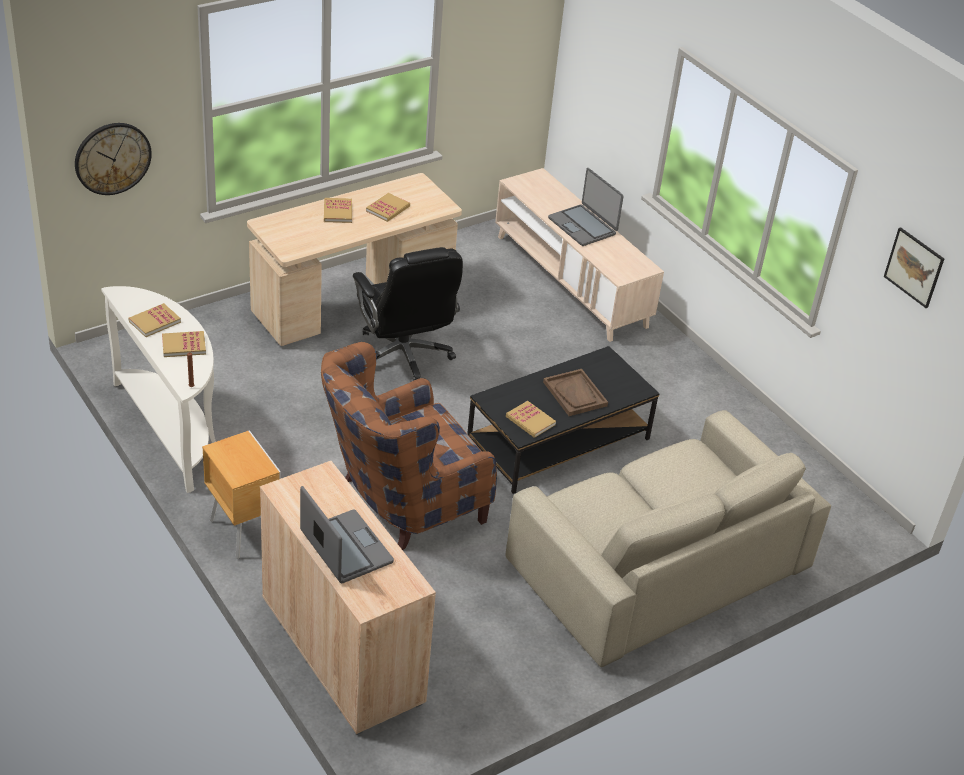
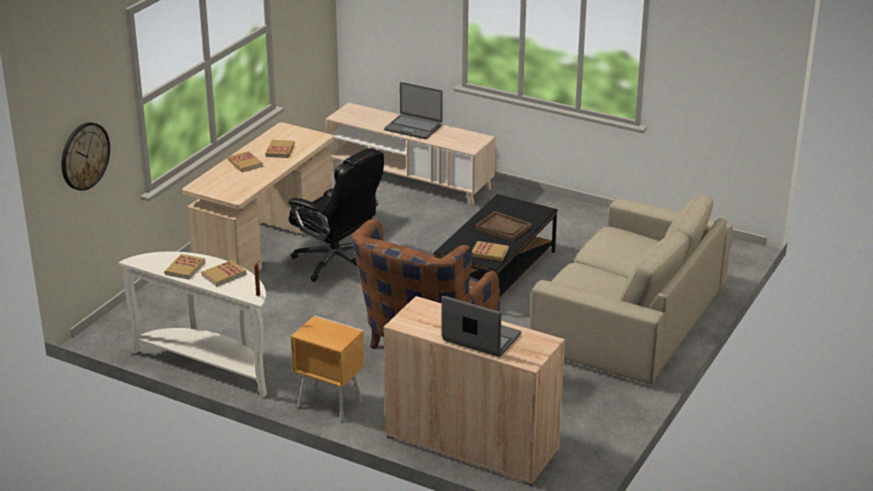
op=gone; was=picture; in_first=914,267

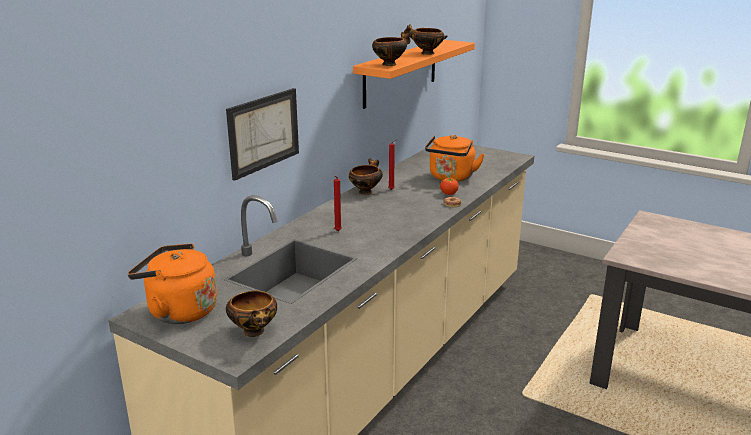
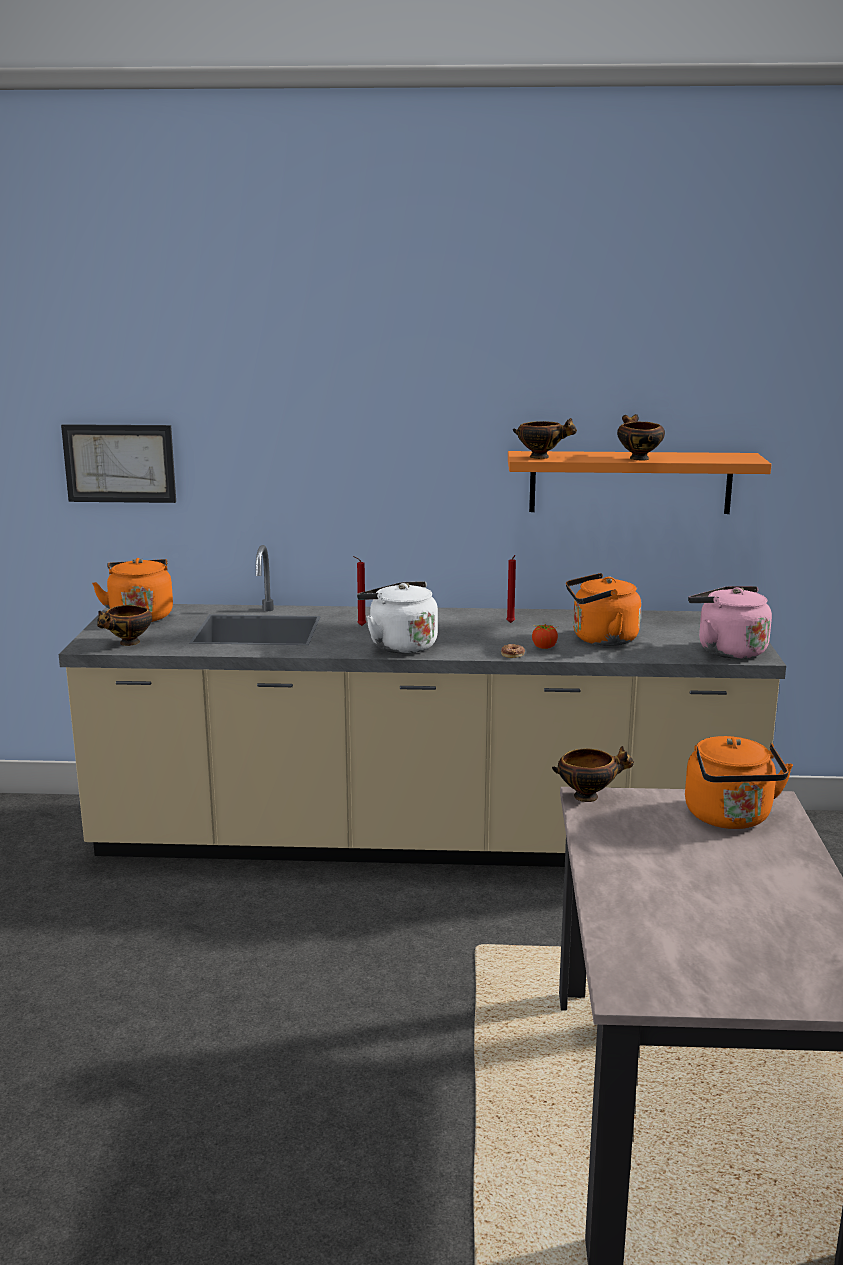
op=new; now=white kettle; in_second=399,645
op=new; now=orange kettle; in_second=730,818
op=new; now=pink kettle; in_second=727,650
op=shifted; was=picture; in_first=263,132; in_second=119,463
op=shifted; was=bowl; in_first=365,191; in_second=588,796

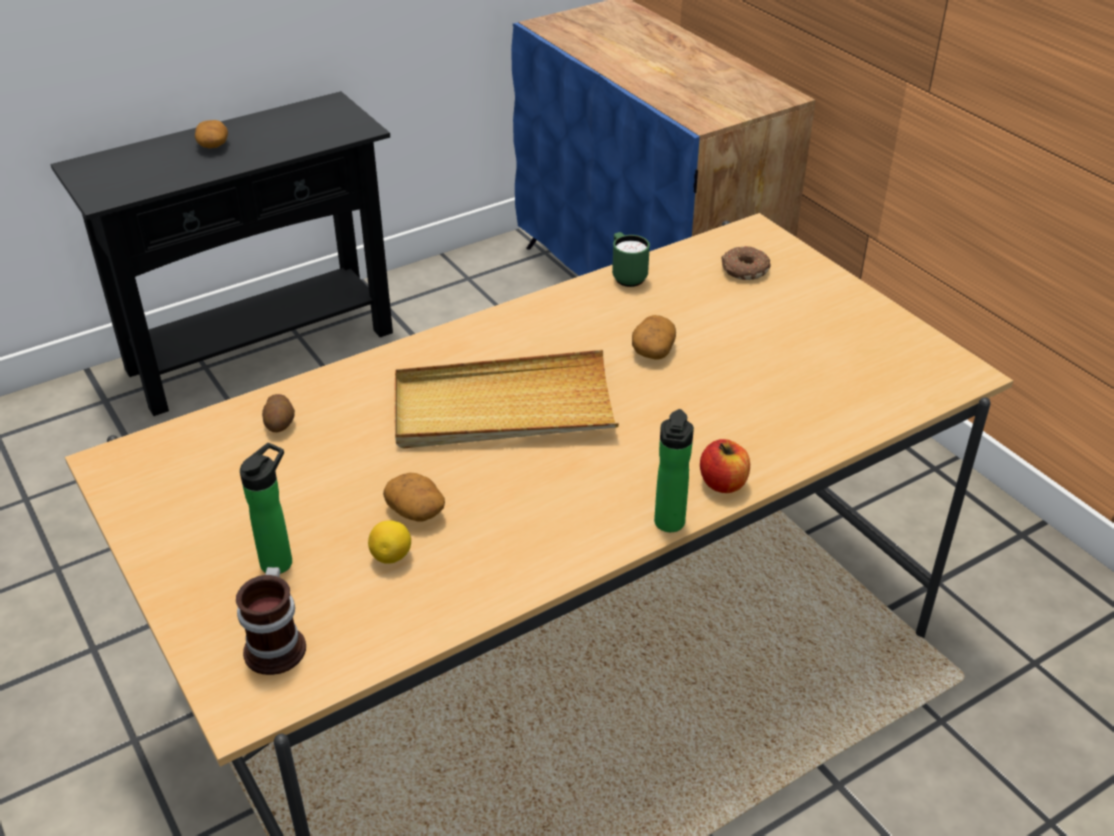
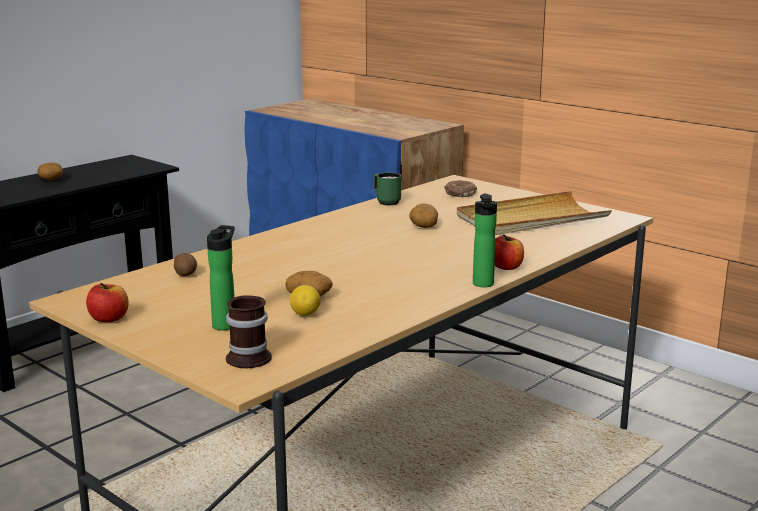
op=new; now=apple; in_second=109,319
op=shifted; was=beige tray; in_first=503,408; in_second=531,219

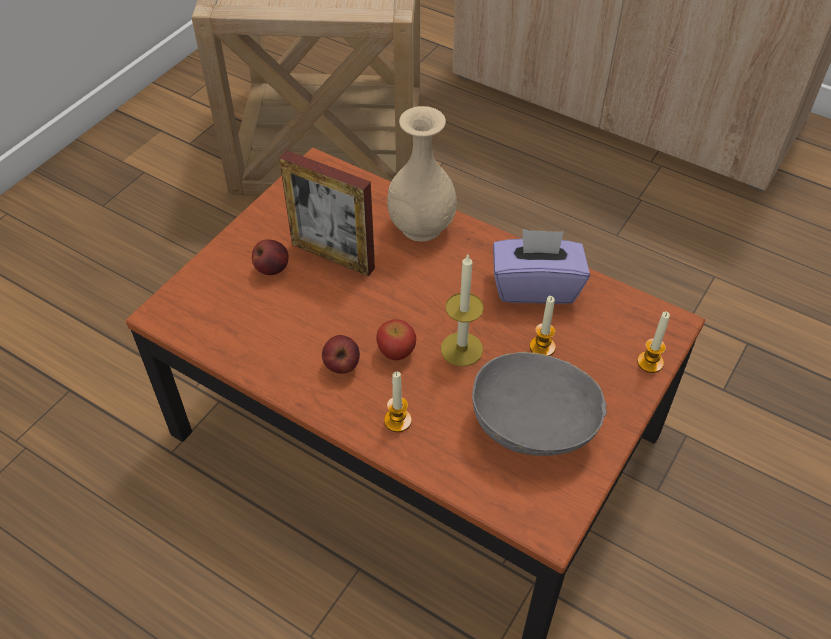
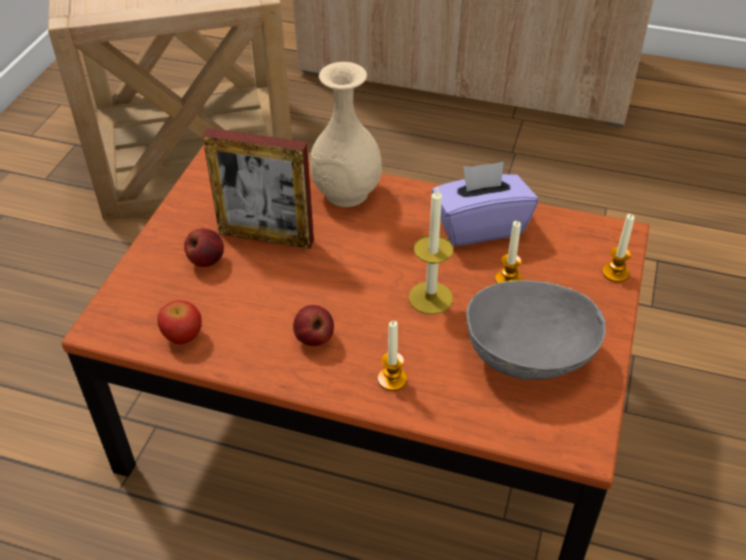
op=shifted; was=apple; in_first=396,352; in_second=183,336

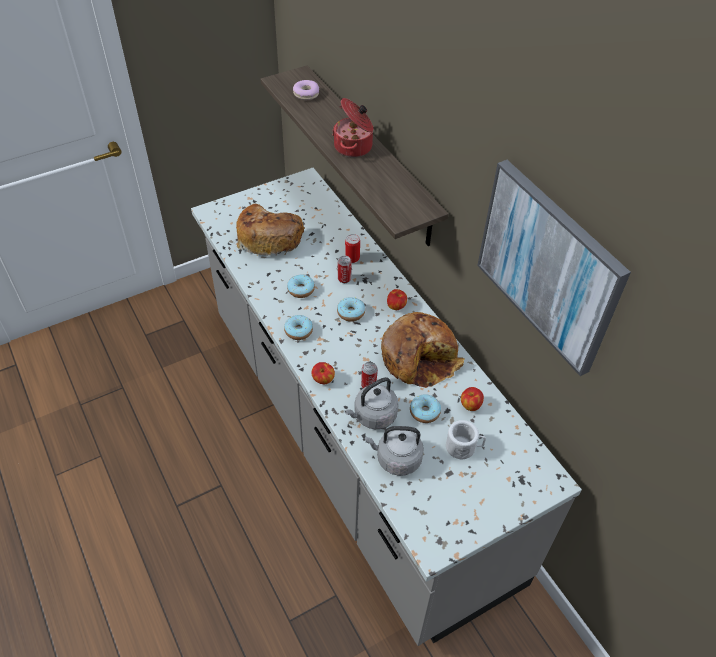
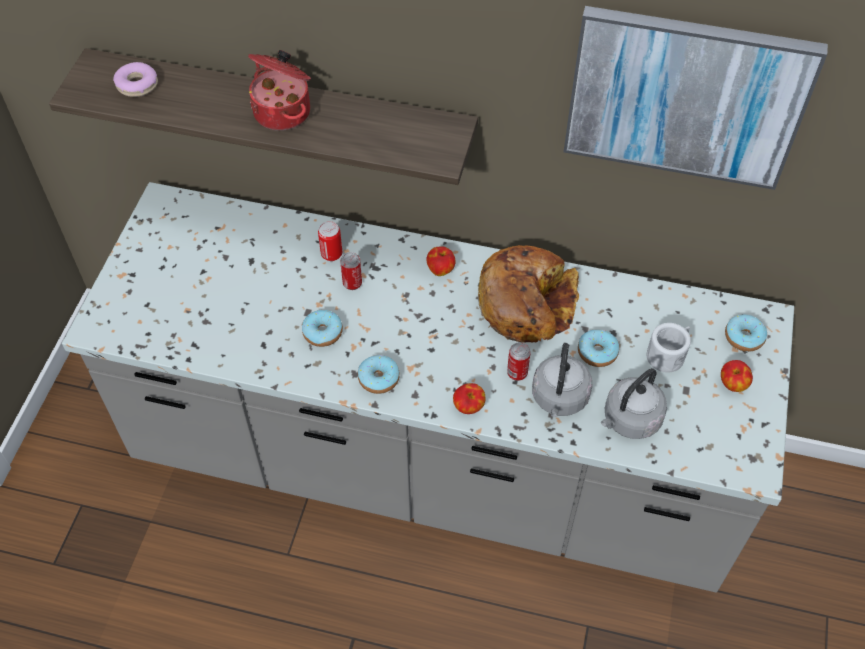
op=gone; was=bread; in_first=269,237
op=shifted; was=donut; in_first=351,313; in_second=743,337
op=shifted; was=apple; in_first=470,405; in_second=732,384

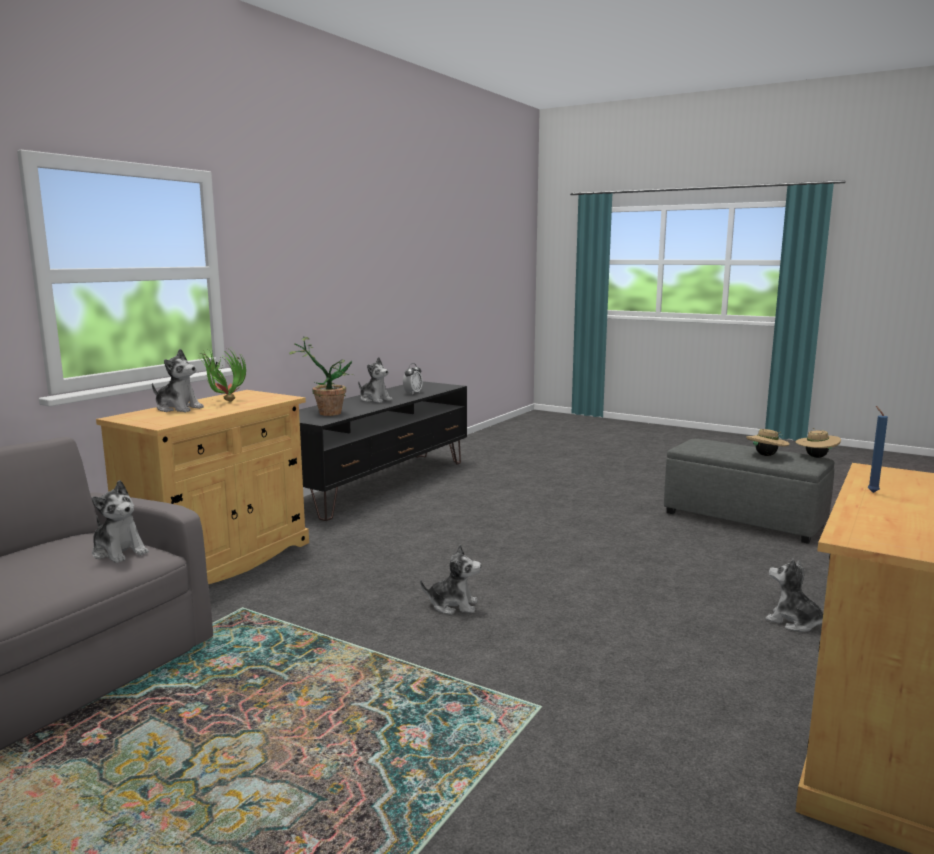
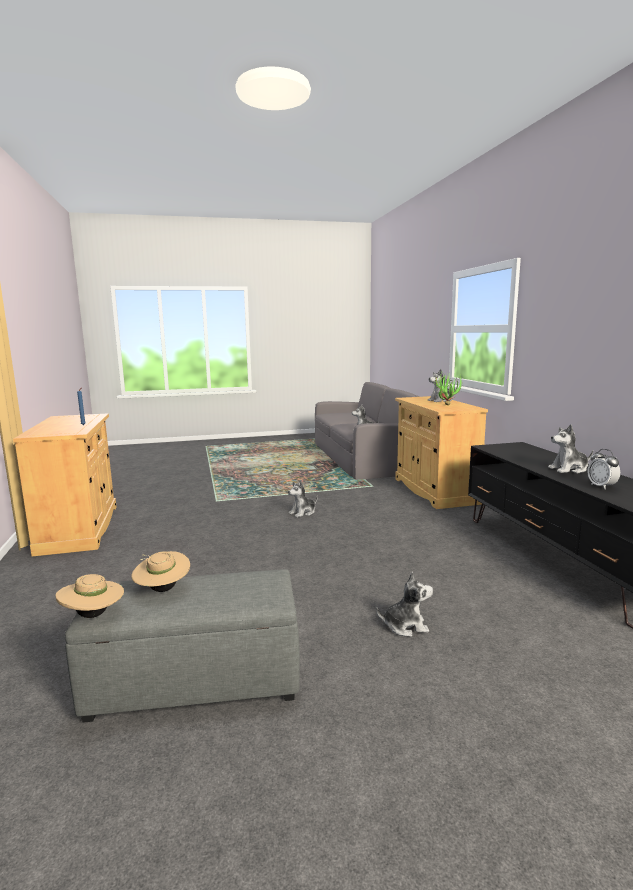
op=gone; was=potted plant; in_first=325,413
op=shifted; was=plush toy; in_first=794,622; in_second=405,626

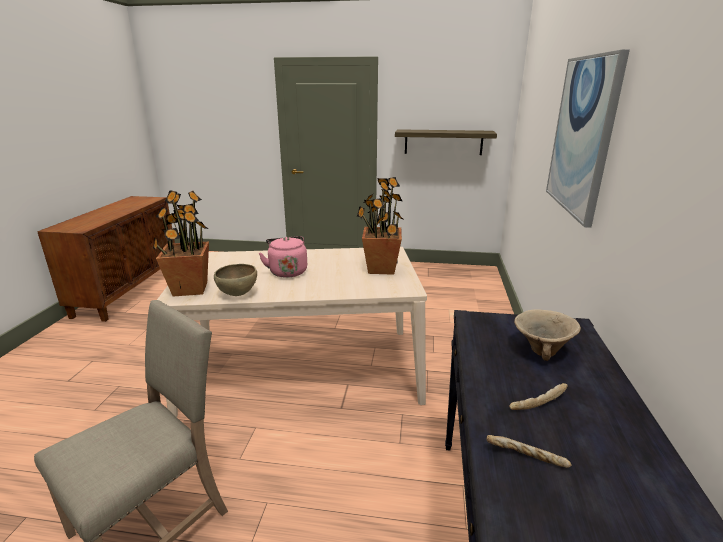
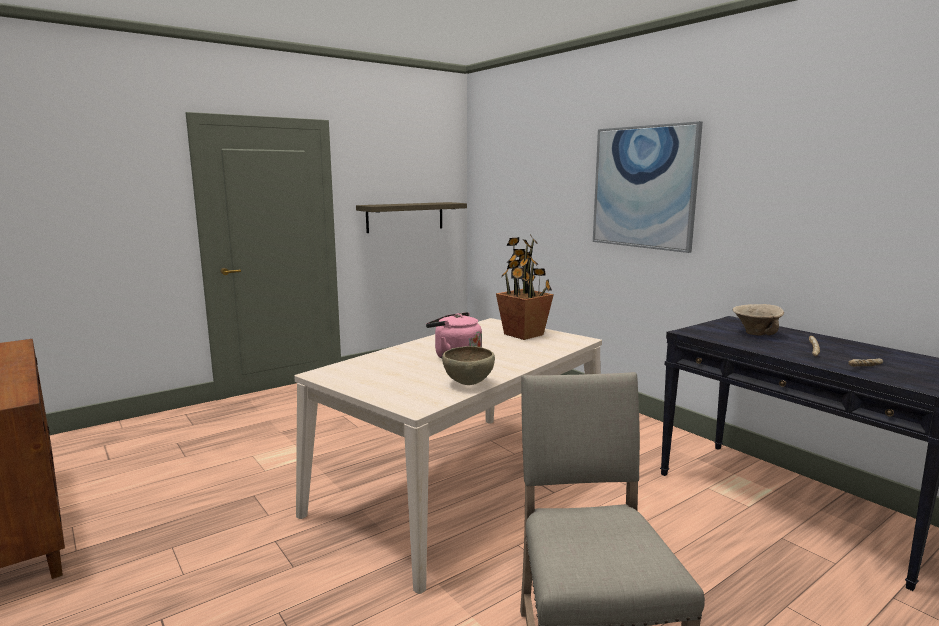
op=gone; was=potted plant; in_first=190,289

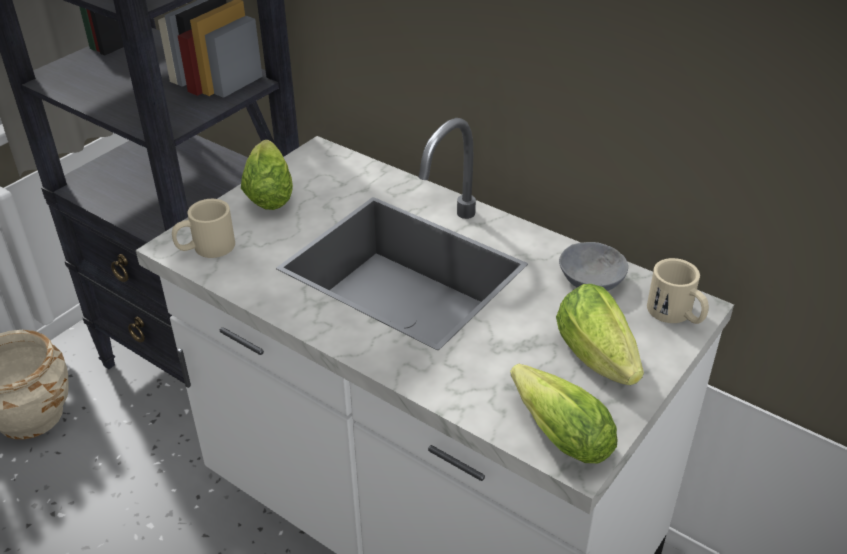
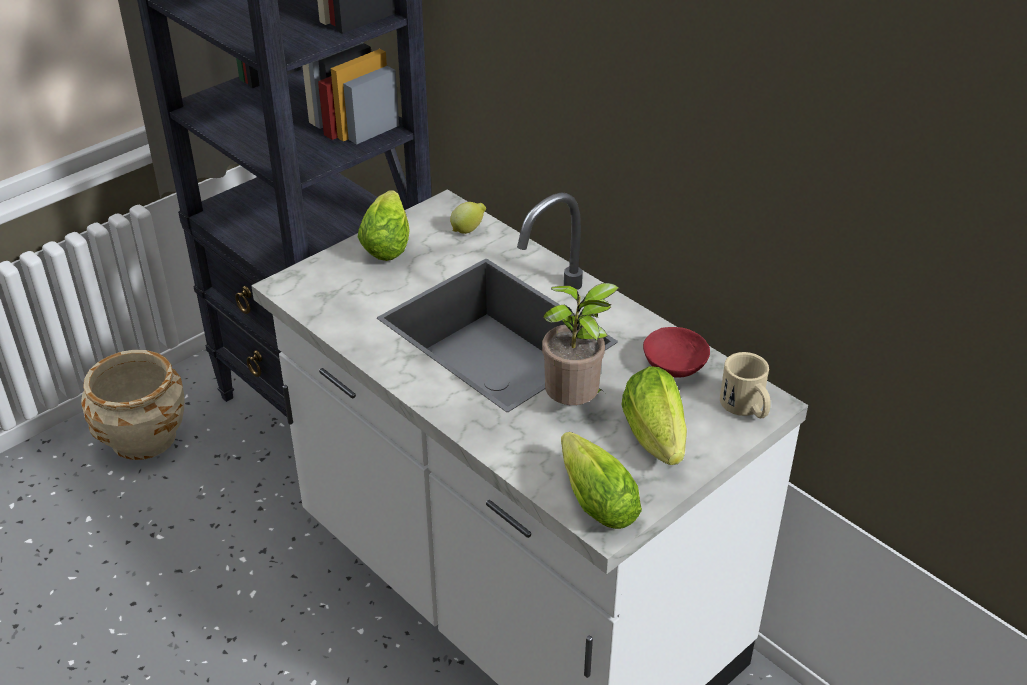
op=gone; was=beige mug; in_first=205,248
op=new; now=lemon; in_second=468,230
op=new; now=potted plant; in_second=575,404
op=repainted; was=grey bowl; now=red bowl; in_first=588,280; in_second=672,364

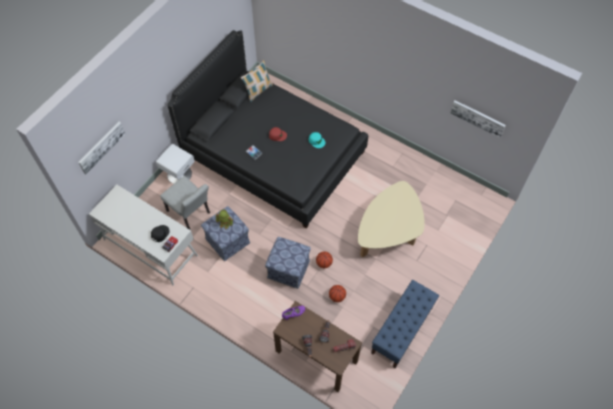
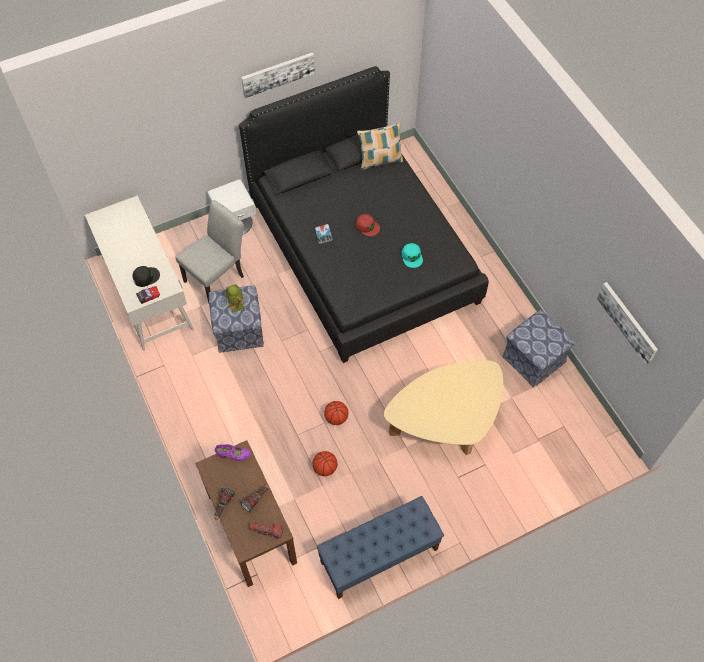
op=shifted; was=picture; in_first=101,147; in_second=277,74
op=shifted; was=ottoman; in_first=289,269; in_second=534,359
op=rotated; was=grey chair; in_first=190,214; in_second=218,276; clockwise=-120

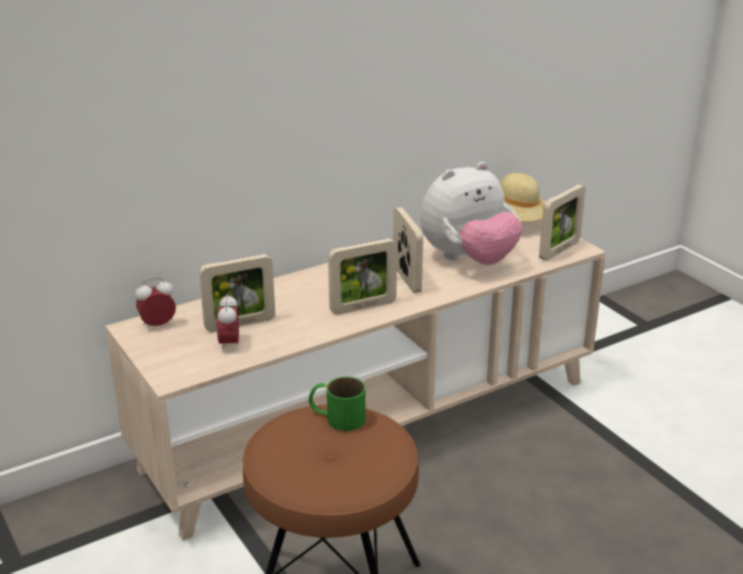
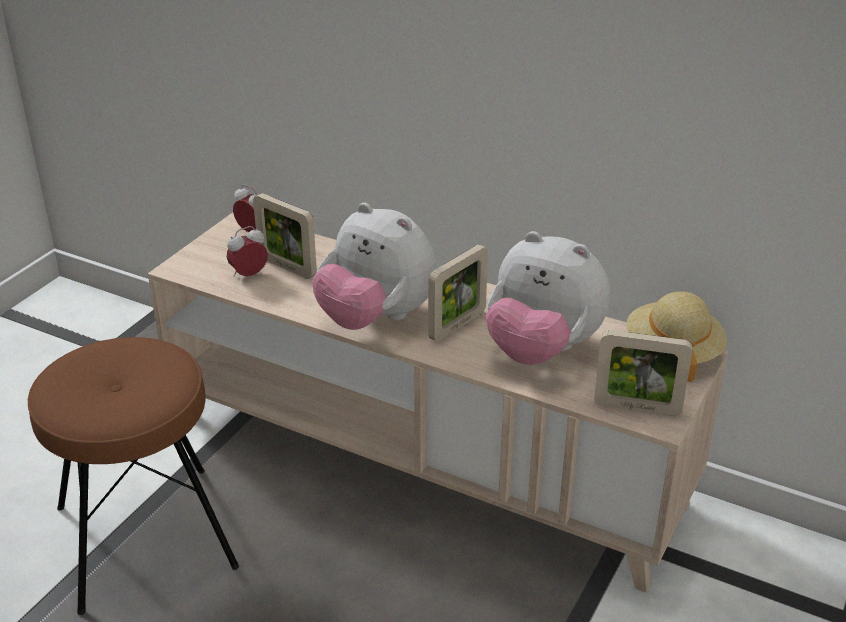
op=gone; was=green mug; in_first=336,417
op=swapped; was=picture frame; now=plush toy; in_first=363,307; in_second=376,318

